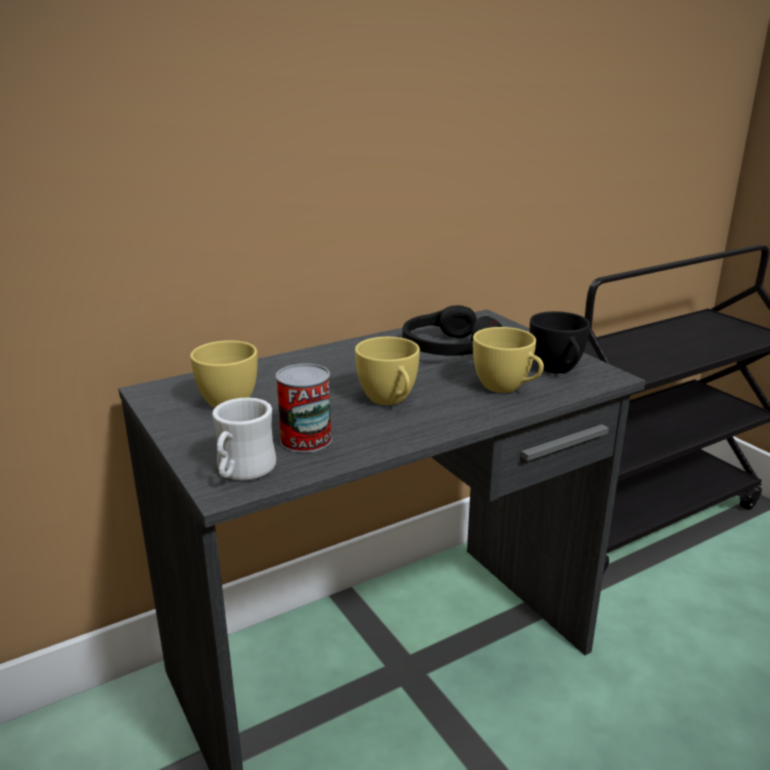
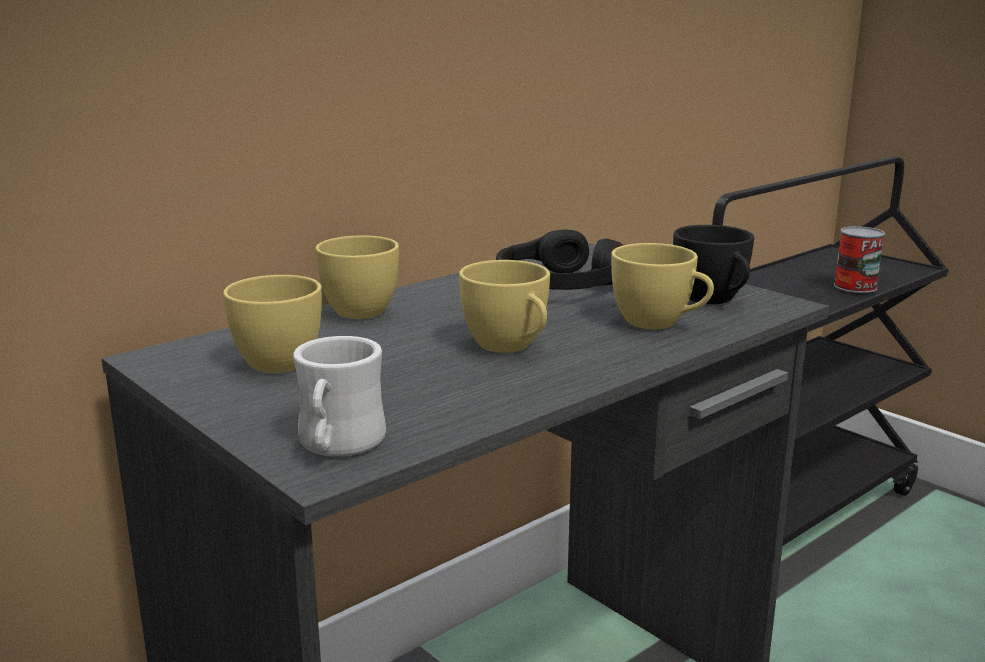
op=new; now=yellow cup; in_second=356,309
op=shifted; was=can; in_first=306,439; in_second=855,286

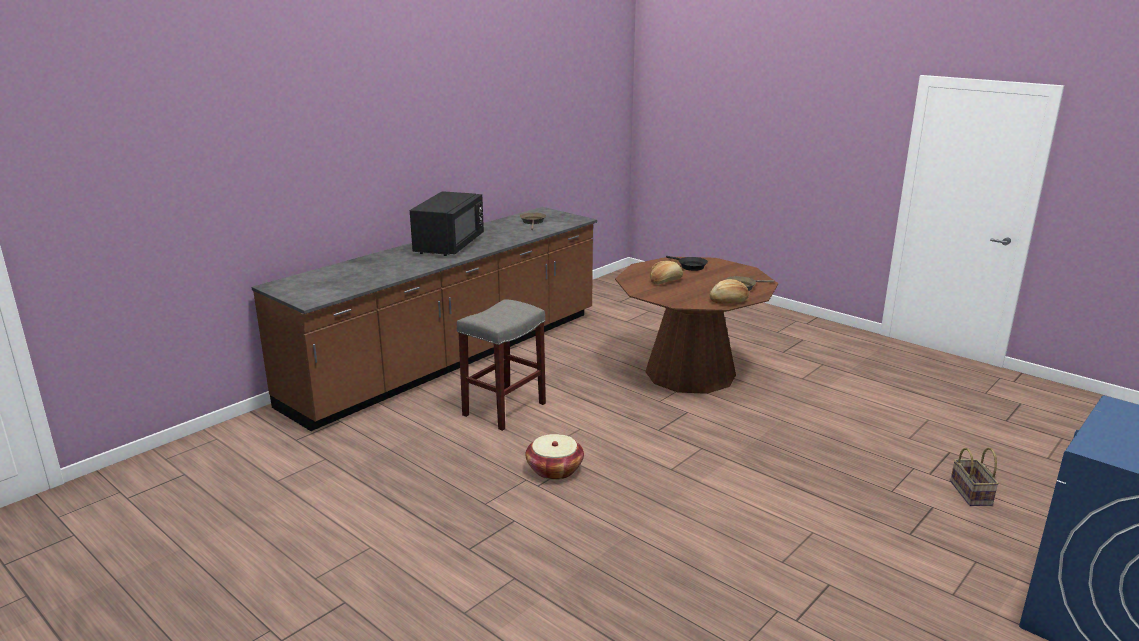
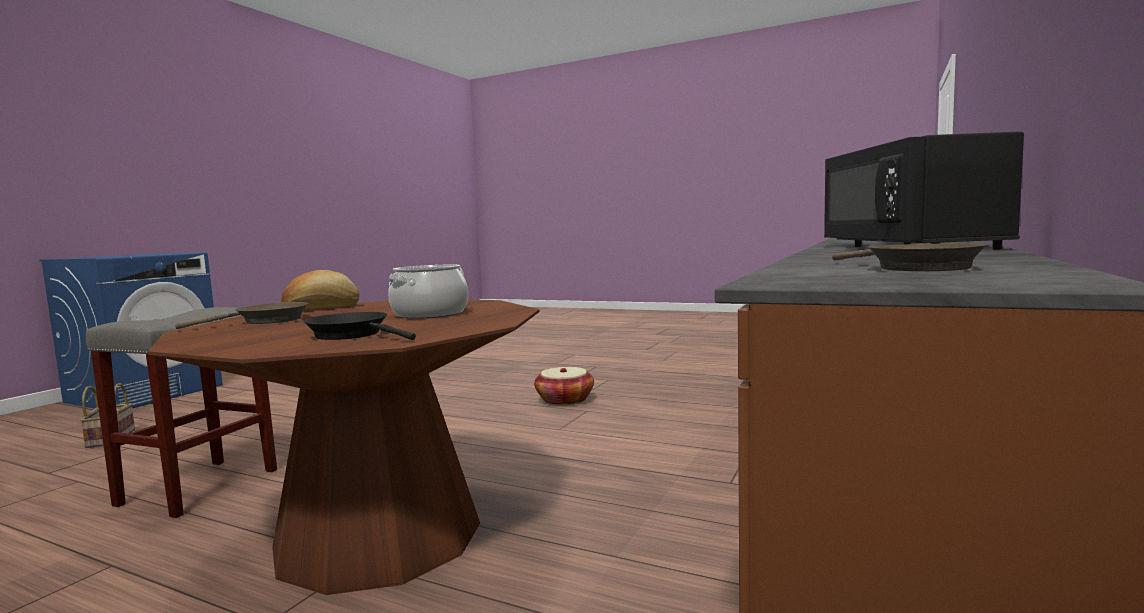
op=shifted; was=grey stool; in_first=504,410; in_second=200,486
op=swapped; was=bread; now=cooking pot; in_first=665,281; in_second=430,314

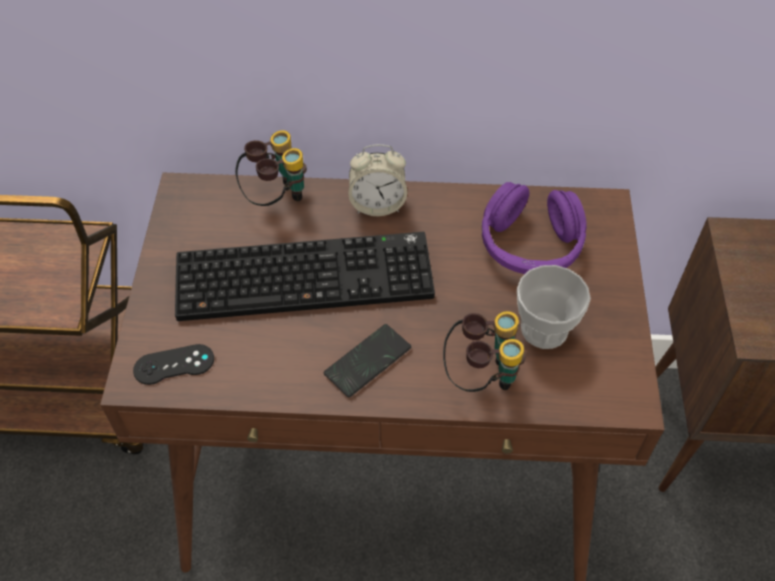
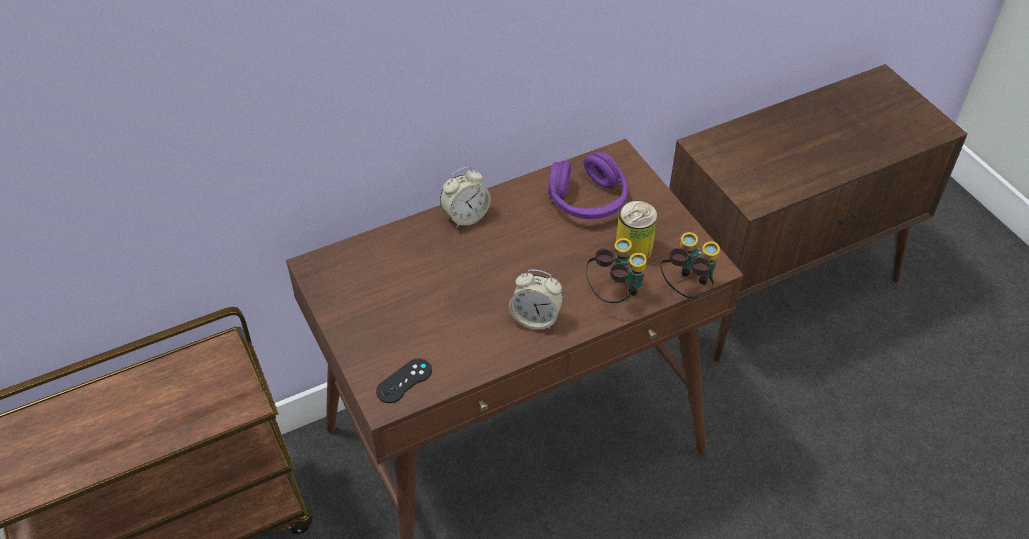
op=gone; was=keyboard; in_first=307,275
op=shifted; was=binoculars; in_first=276,197; in_second=687,288
op=swapped; was=phone; now=alarm clock; in_first=368,361; in_second=536,318
op=swapped; was=cup; now=can; in_first=544,329; in_second=633,248

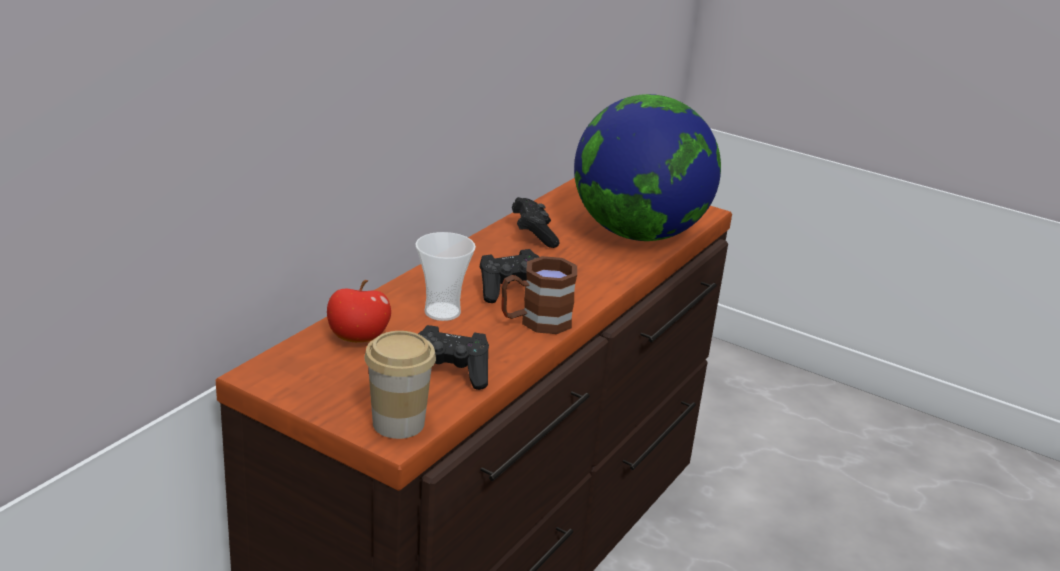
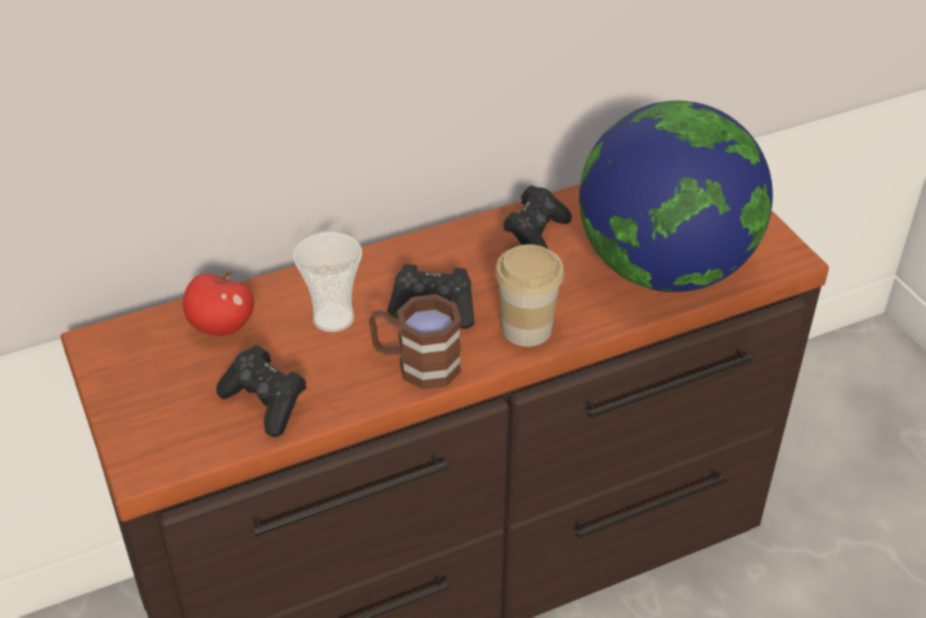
op=shifted; was=cup; in_first=398,423; in_second=526,329

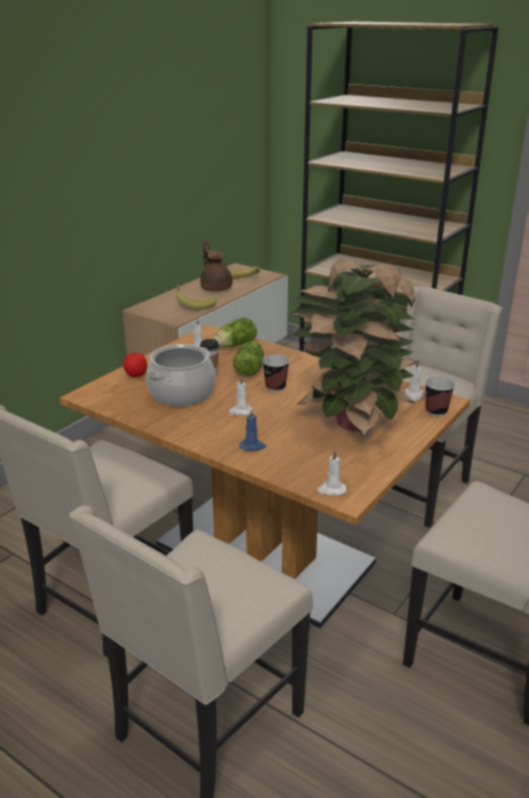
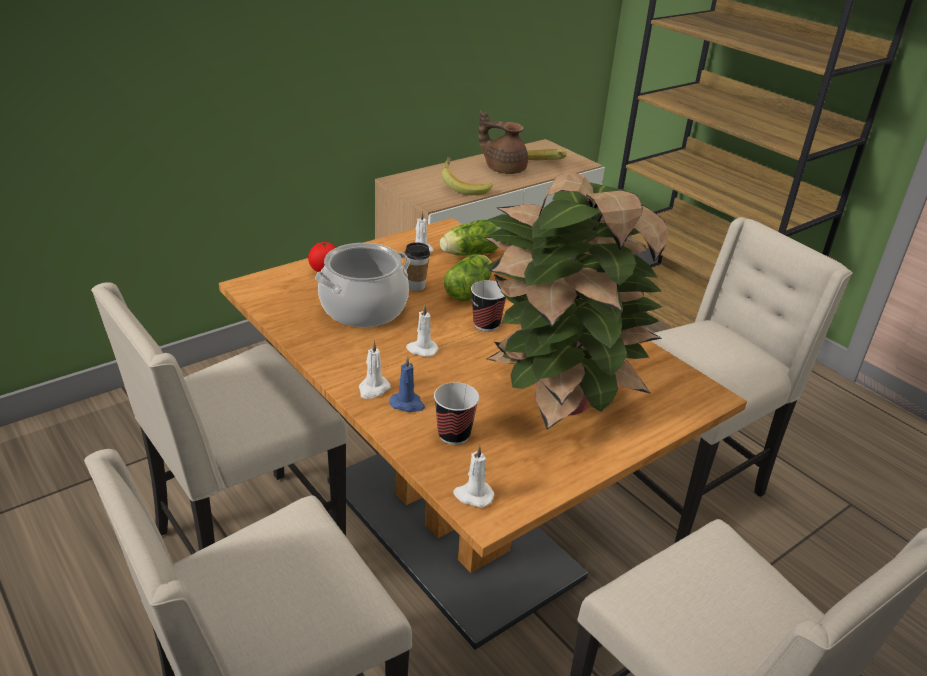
op=shifted; was=white candle; in_first=413,395; in_second=373,389
op=shifted; was=cup; in_first=436,411; in_second=454,435
op=rotated; was=brown teapot; in_first=216,288; in_second=503,169; clockwise=-60

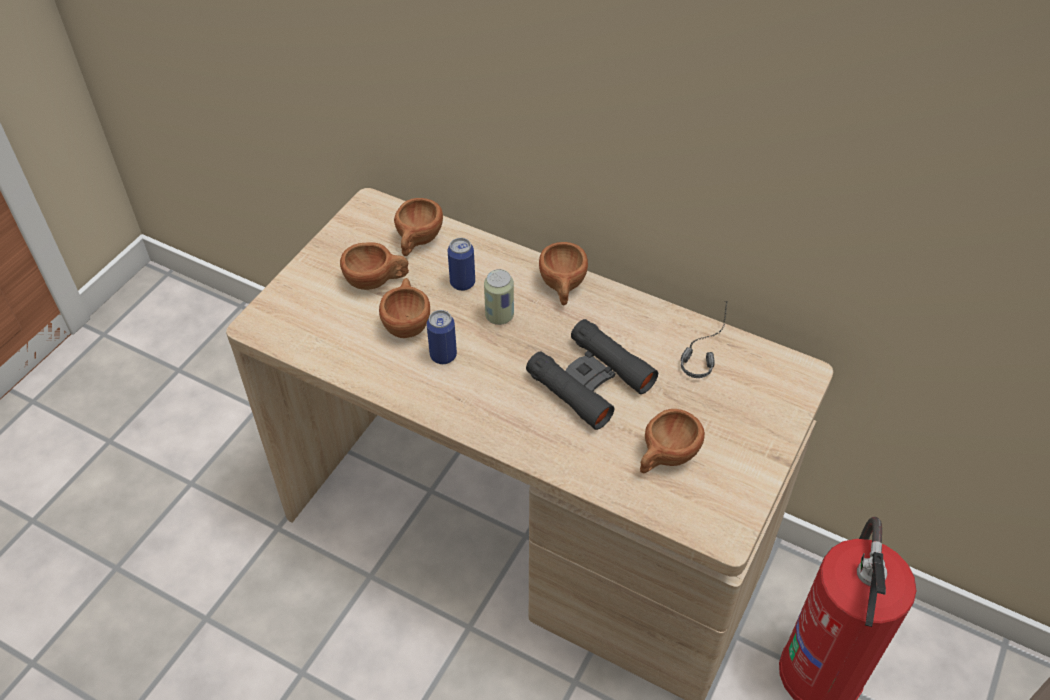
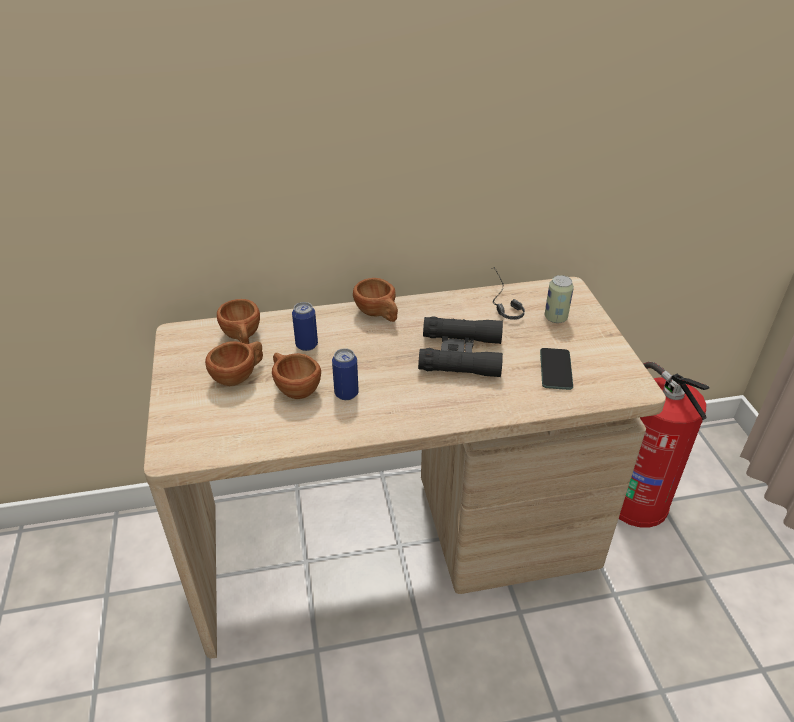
op=shifted; was=can; in_first=499,316; in_second=555,318
op=swapped; was=brown cup; now=phone; in_first=665,458; in_second=556,369

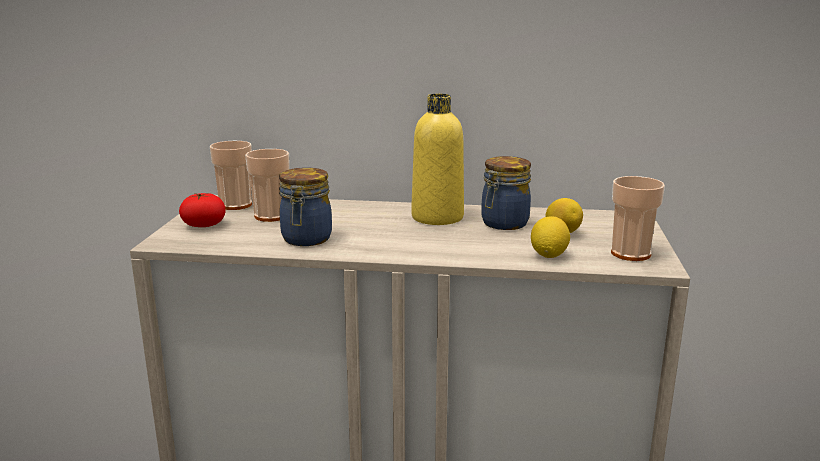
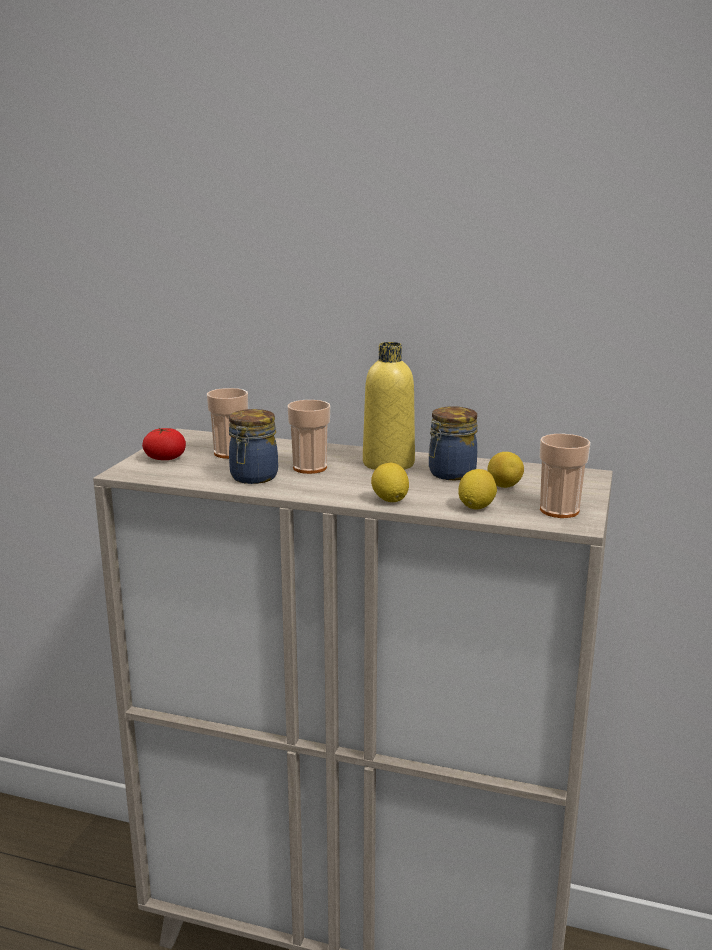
op=new; now=lemon; in_second=390,500
op=shifted; was=cup; in_first=235,205; in_second=310,468

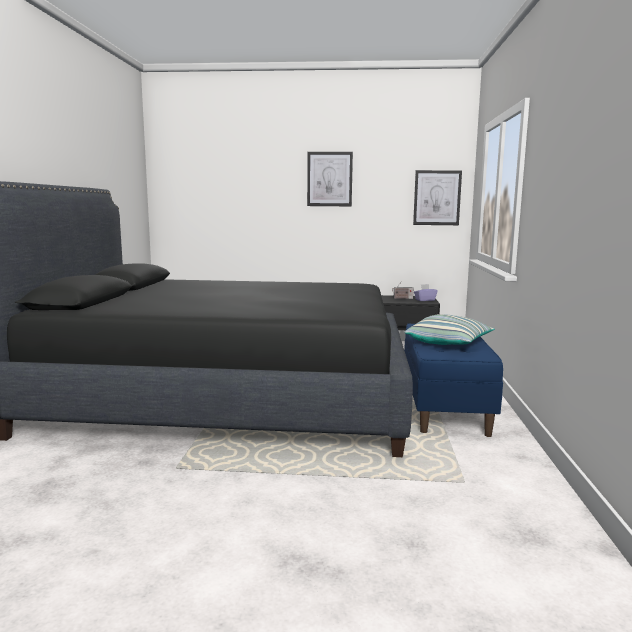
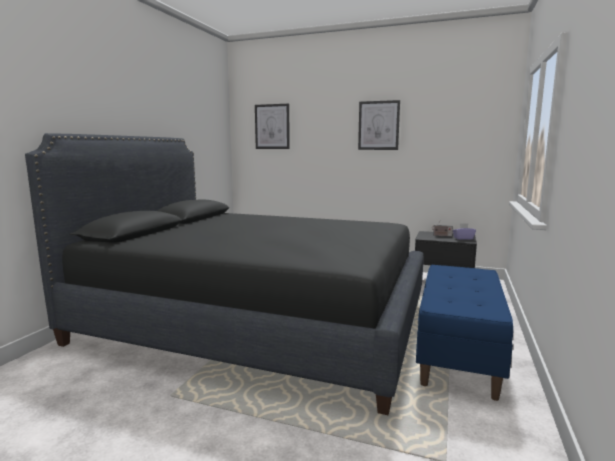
op=gone; was=pillow; in_first=449,343
op=shifted; was=picture; in_first=437,198; in_second=272,126

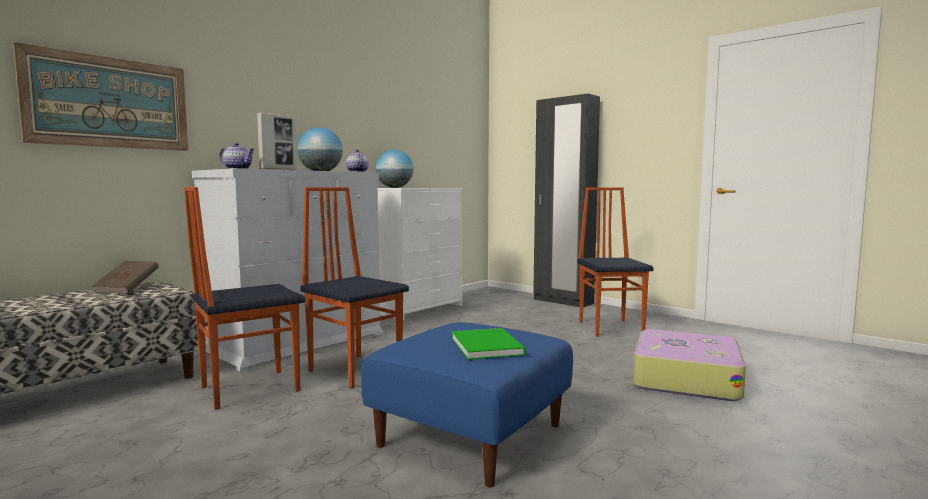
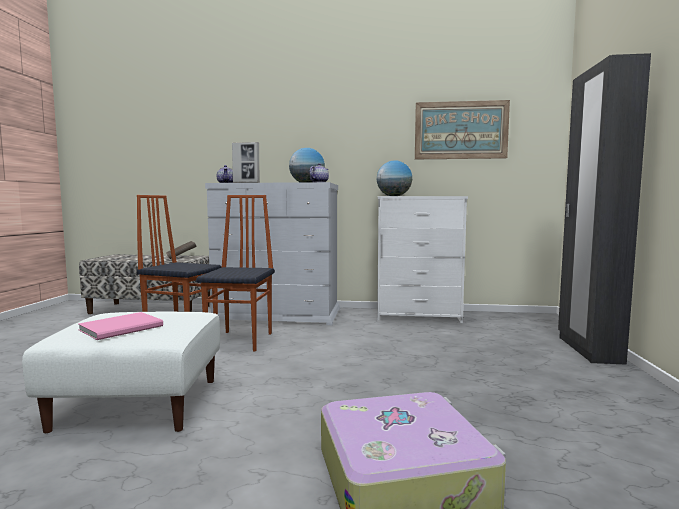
op=gone; was=chair; in_first=611,328
op=shifted; was=picture; in_first=109,102; in_second=461,130
op=repainted; was=blue ottoman; now=white ottoman; in_first=470,434; in_second=140,403
op=repainted; was=green book; now=pink book; in_first=488,345; in_second=124,328

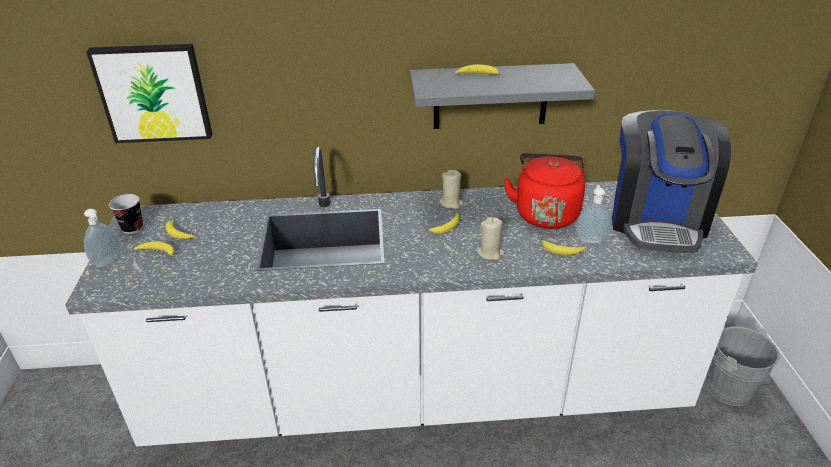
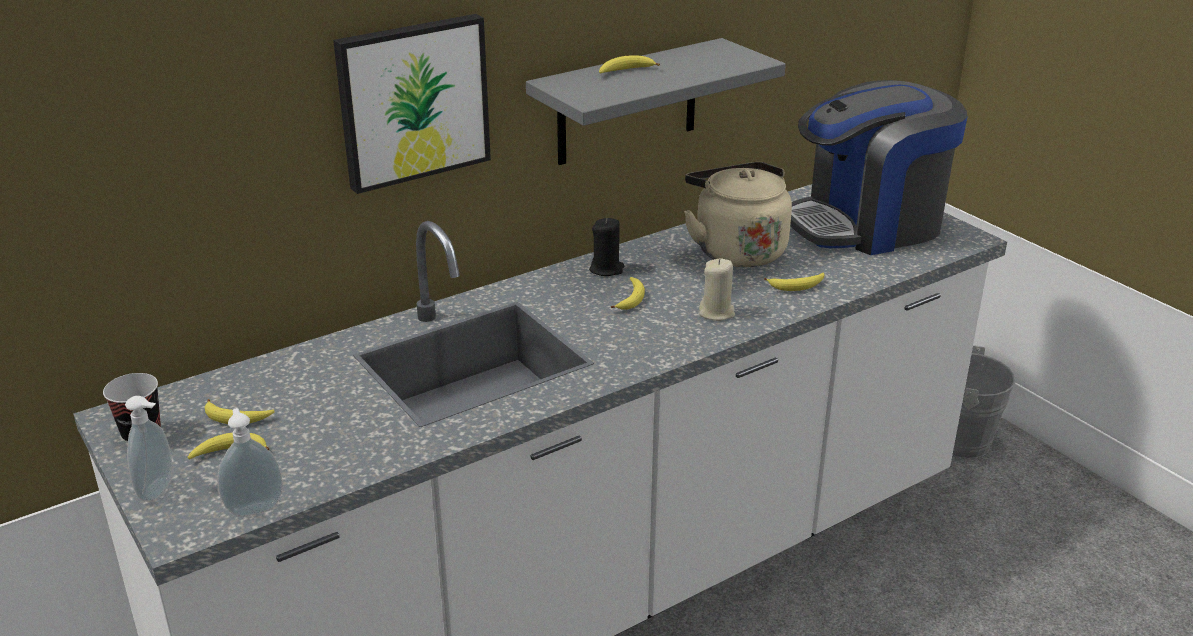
op=shifted; was=picture; in_first=154,92; in_second=412,101
op=shifted; was=soap dispenser; in_first=590,239; in_second=254,507
op=repainted; was=beige candle; now=black candle; in_first=451,203; in_second=606,269
op=repainted; was=red kettle; now=beige kettle; in_first=545,213; in_second=736,250
op=rotated; was=coffee machine; in_first=656,220; in_second=867,224; clockwise=90

